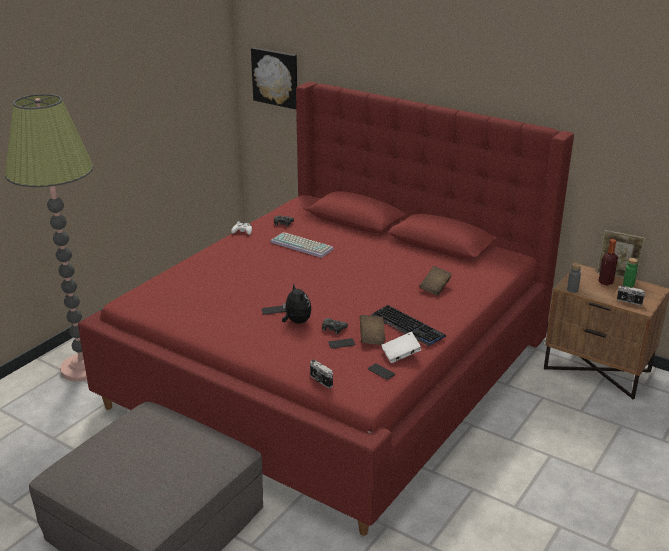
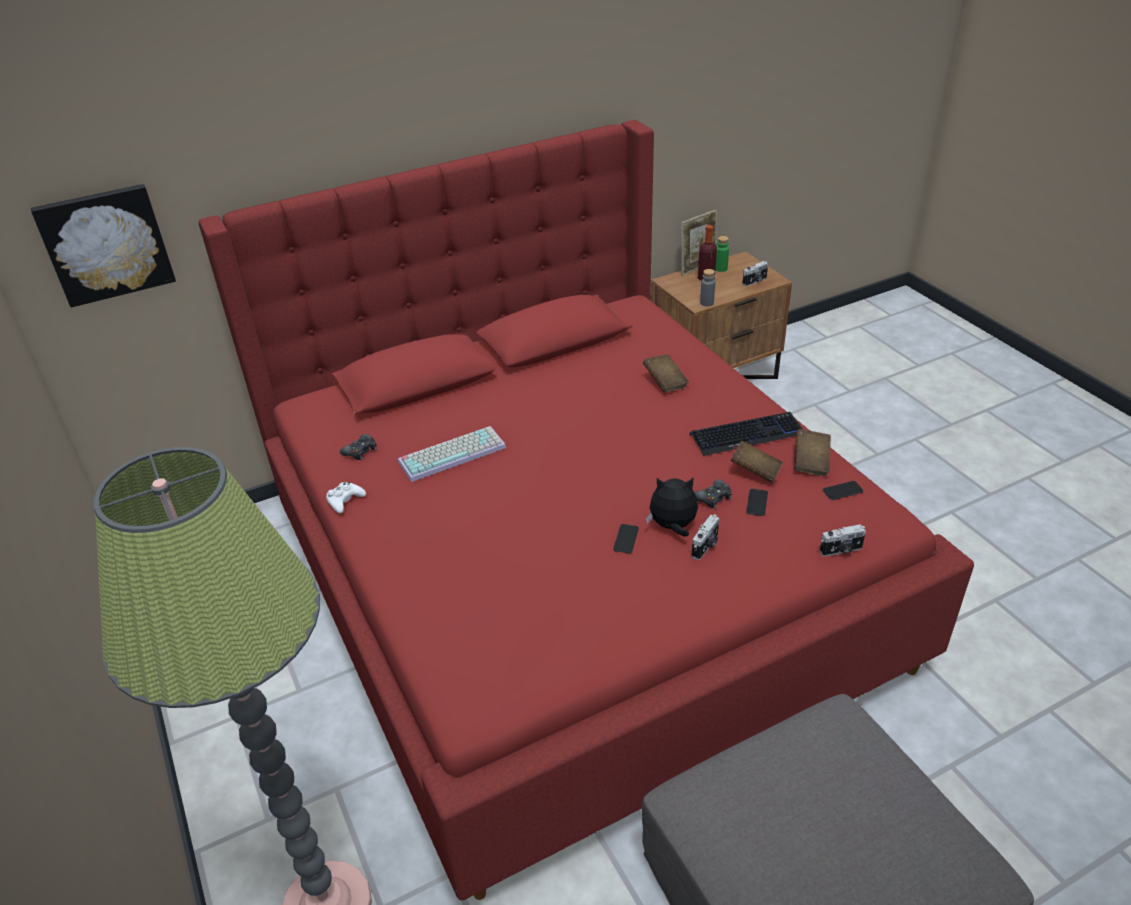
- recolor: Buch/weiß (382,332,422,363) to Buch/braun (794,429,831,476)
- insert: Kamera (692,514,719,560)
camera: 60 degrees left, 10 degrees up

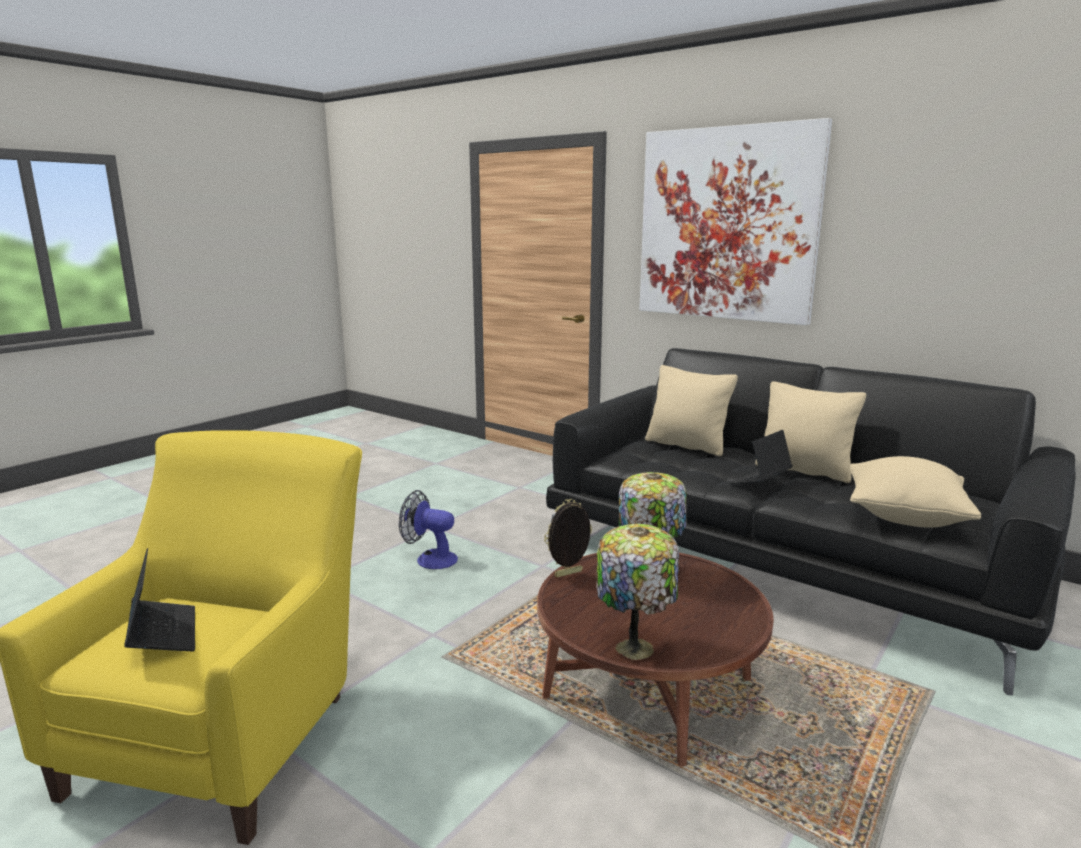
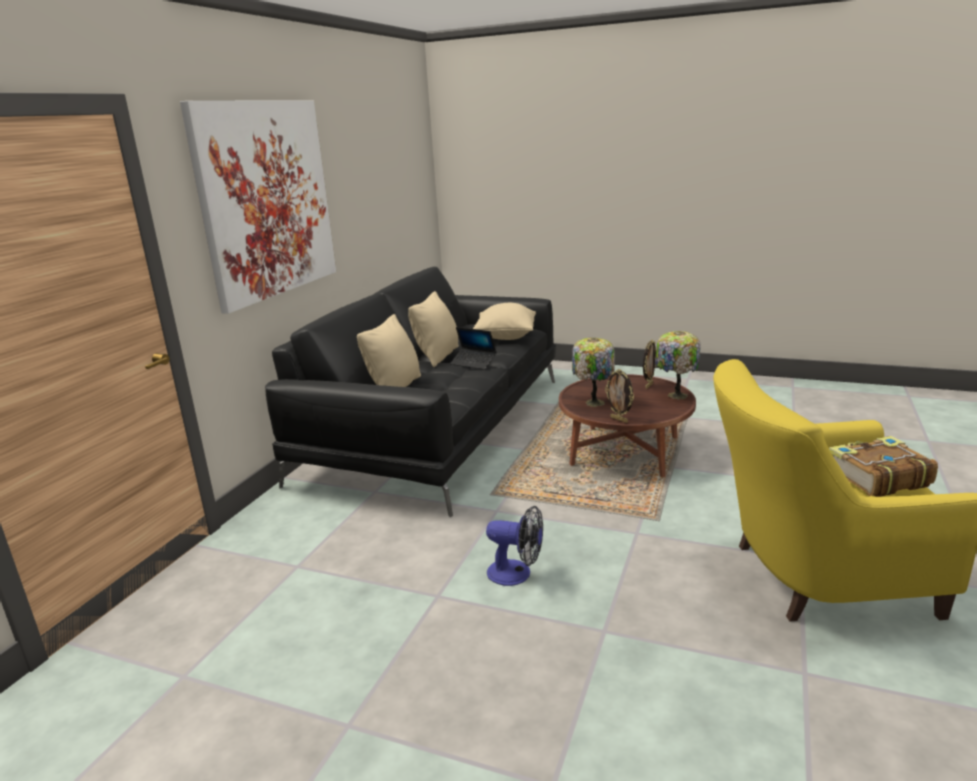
- rotate: Ventilator (399,490,458,569) = (486,506,543,586) 75 degrees counterclockwise
- replace: Laptop (124,548,195,651) to Buch (829,436,938,497)
- insert: Bilderrahmen (643,340,656,389)
camera: 105 degrees left, 5 degrees up

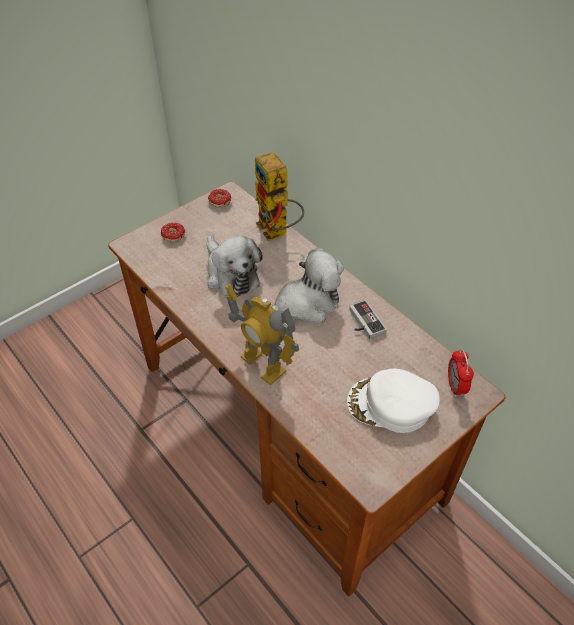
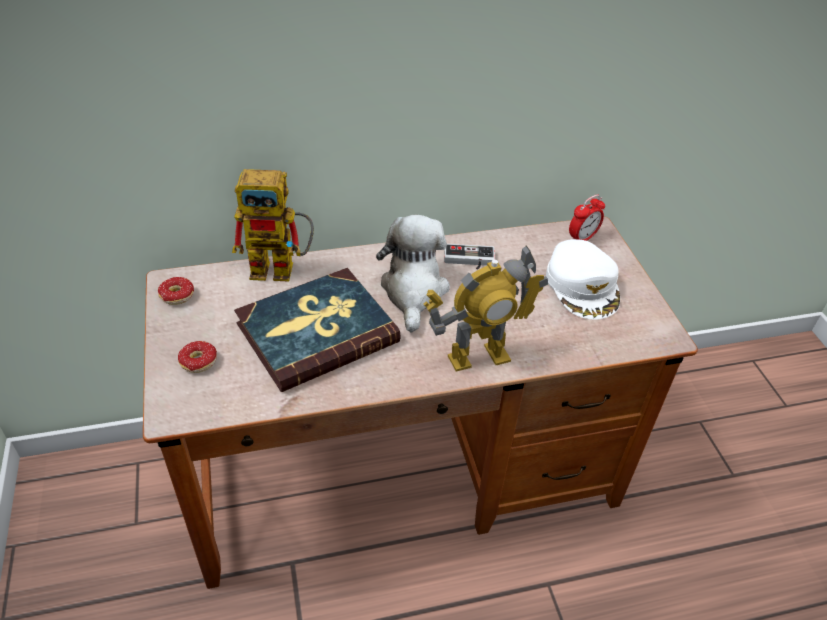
- replace: Plüschtier (206,235,263,297) to Buch (234,268,401,392)
- rotate: Wecker (448,349,474,397) = (569,195,605,241) 60 degrees counterclockwise
- rotate: Kappe/weiß (347,369,439,433) = (546,239,620,319) 45 degrees counterclockwise
camera: 65 degrees left, 5 degrees down

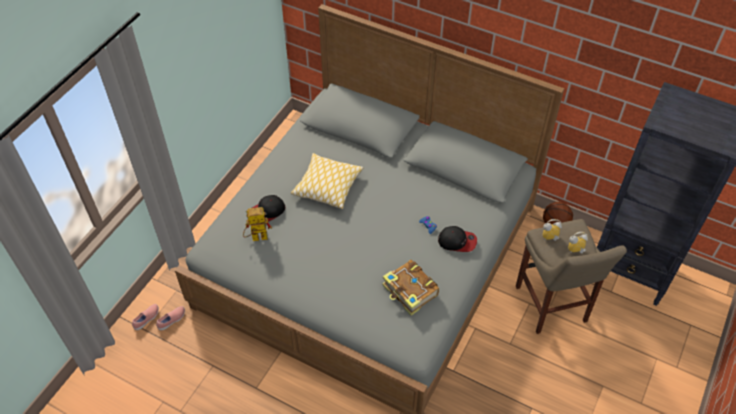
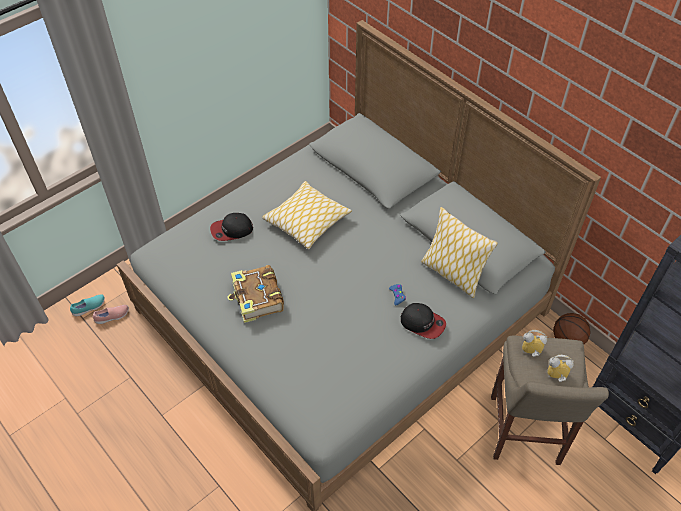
- delete: Spielzeugroboter (243,207,272,241)
- move: Buch (383,260,439,315) to (228,265,284,323)
- recolor: Schuh/rosa (132,304,159,330) to Schuh/türkis (70,294,105,316)
- insert: Kissen (421,207,498,298)
camera: 20 degrees right, 0 degrees up

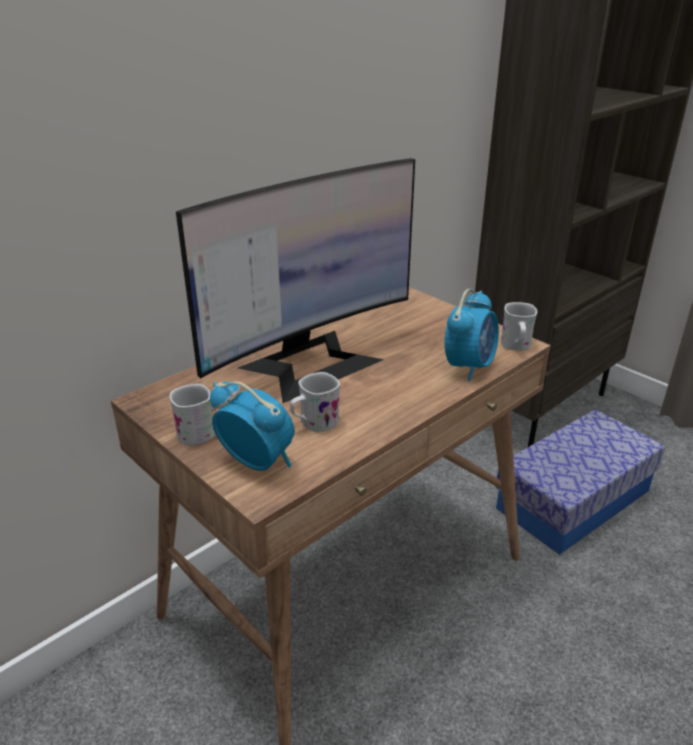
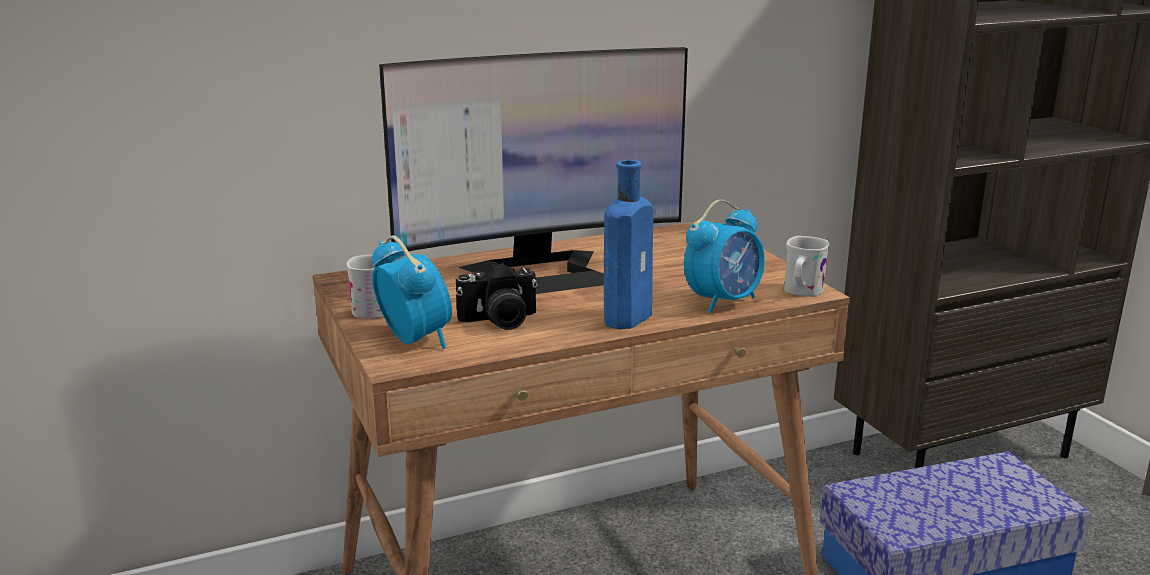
- replace: Henkelbecher/weiß (290,372,340,432) to Kamera (456,263,538,330)
- insert: Flasche/blau (604,160,653,329)
camera: 20 degrees right, 10 degrees down

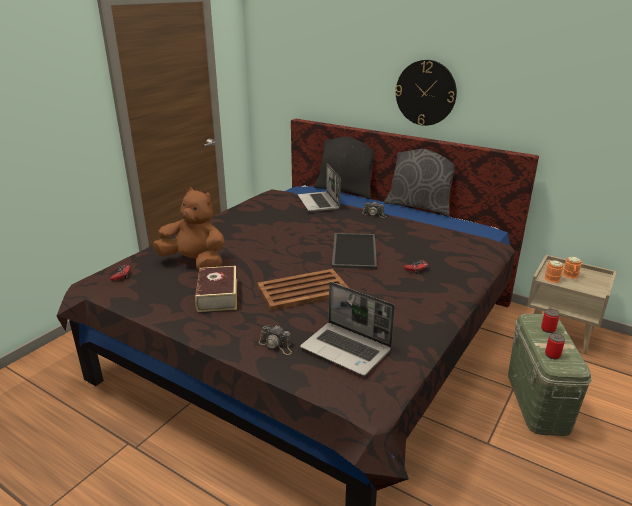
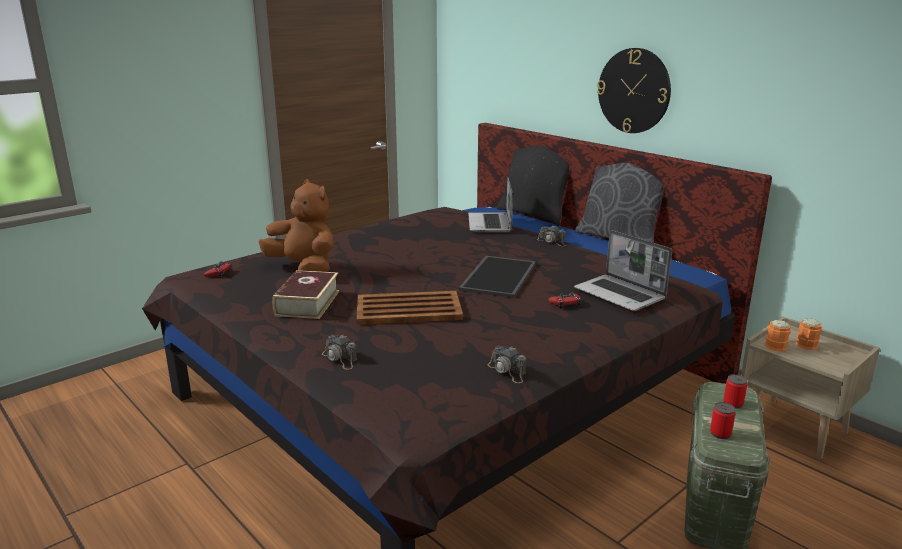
- move: Laptop (300,282,395,376) to (574,230,672,311)
- insert: Kamera (488,346,526,383)
camera: 15 degrees right, 5 degrees down

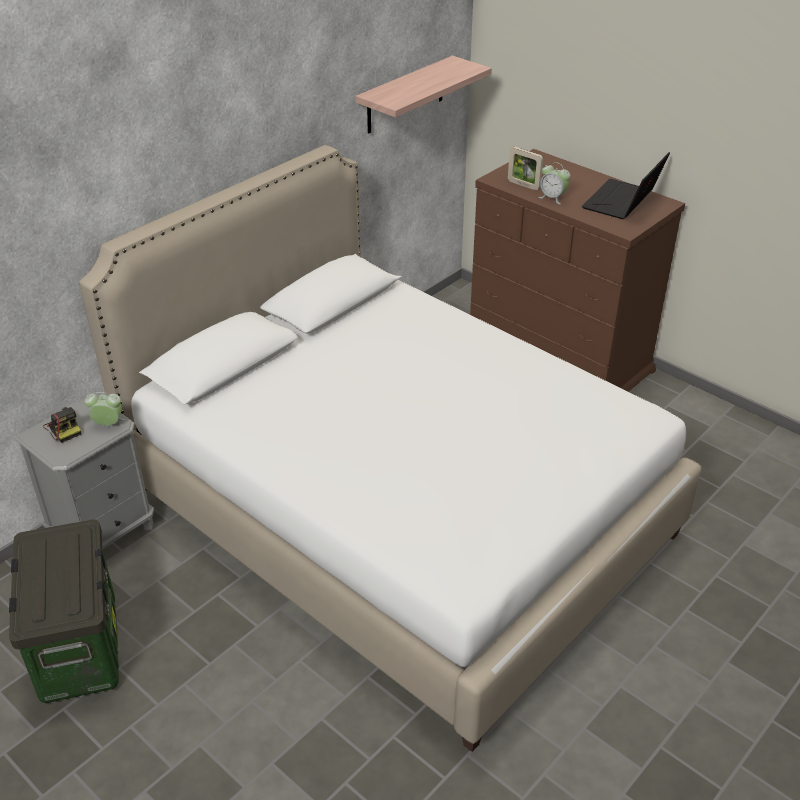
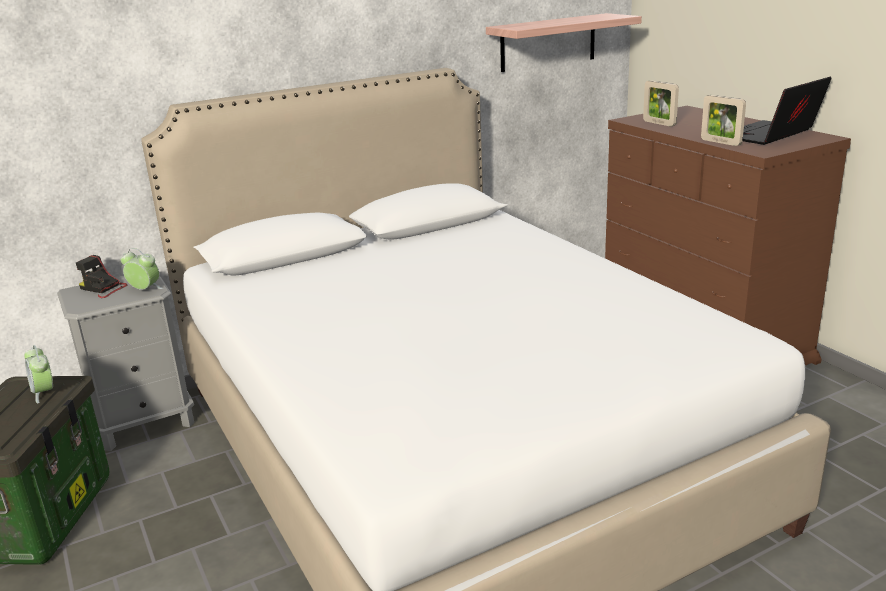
- move: Wecker (539,162,570,204) to (25,345,53,404)
- rotate: Kamera (43,407,81,443) = (76,255,128,298) 135 degrees clockwise
- insert: Bilderrahmen (701,95,746,146)
camera: 20 degrees right, 15 degrees down

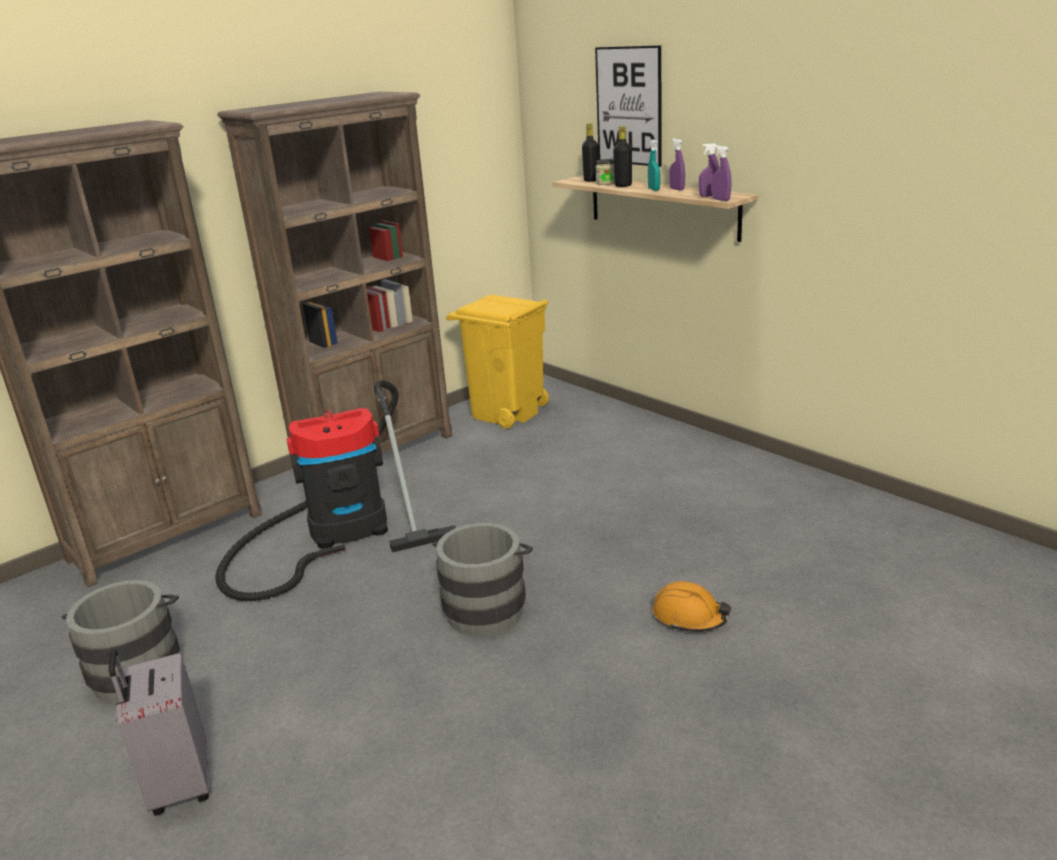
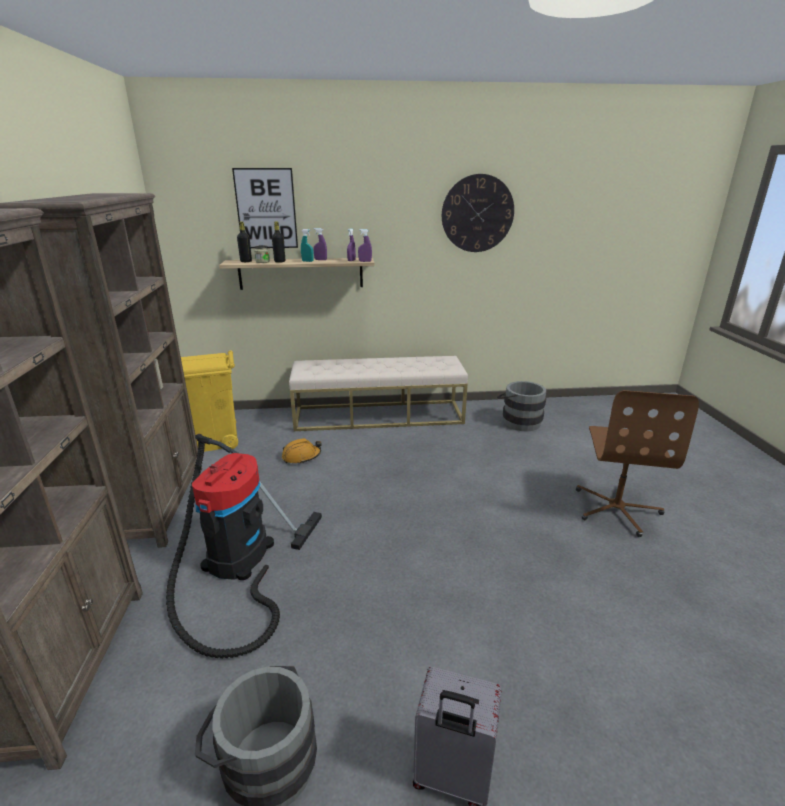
- move: Eimer/grau (432,523,533,636) to (497,381,546,431)
- move: Schutzhelm/orange (653,581,731,632) to (282,438,322,464)
- insert: Wanduhr (442,174,514,252)
- insert: Bank/beige (289,356,468,431)
- insert: Bürostuhl/braun (576,390,699,537)
camera: 55 degrees left, 0 degrees up

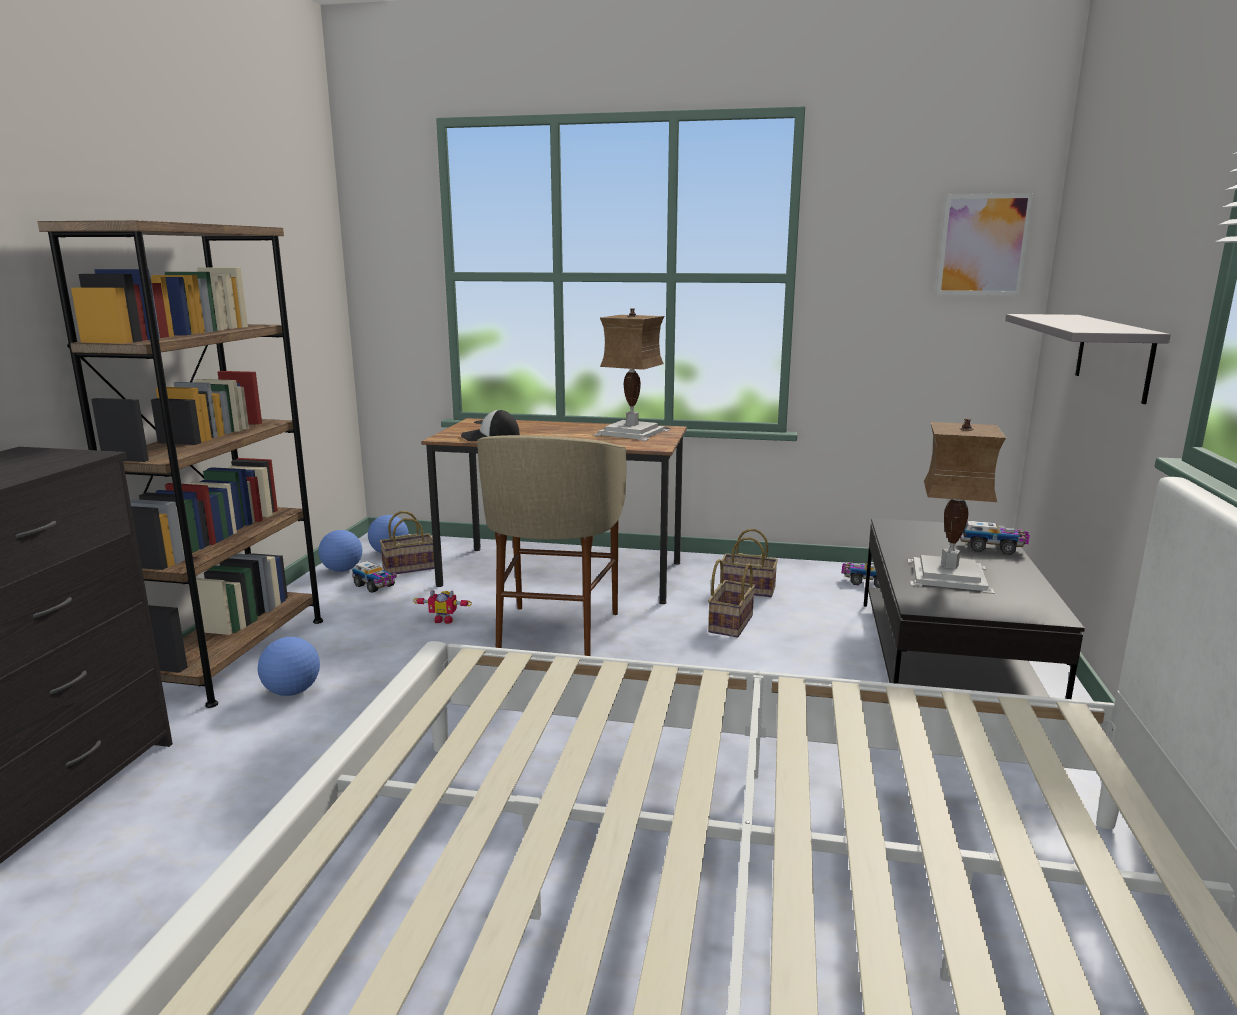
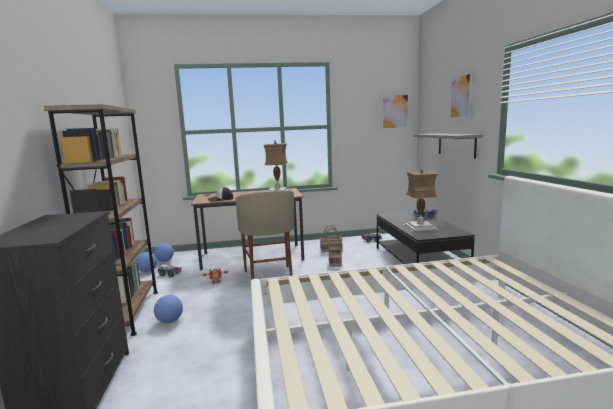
- delete: Korb (380,511,435,575)
- insert: Bild (449,71,472,120)
camera: 20 degrees left, 5 degrees down

